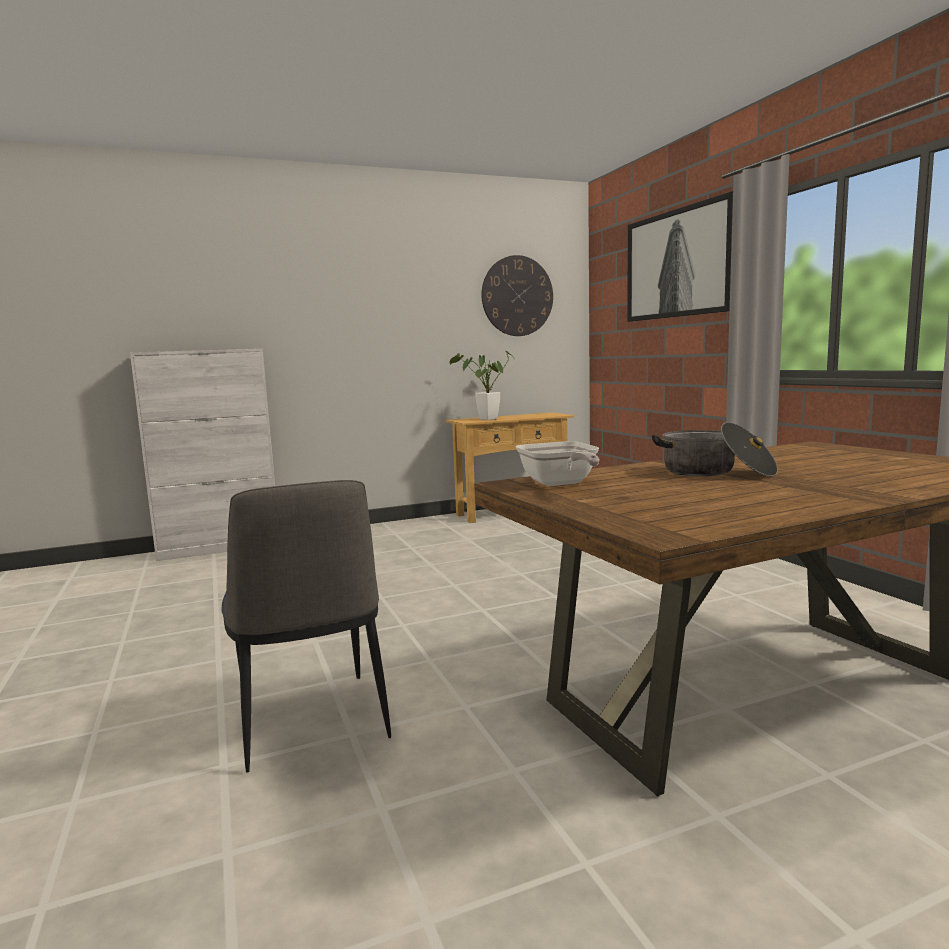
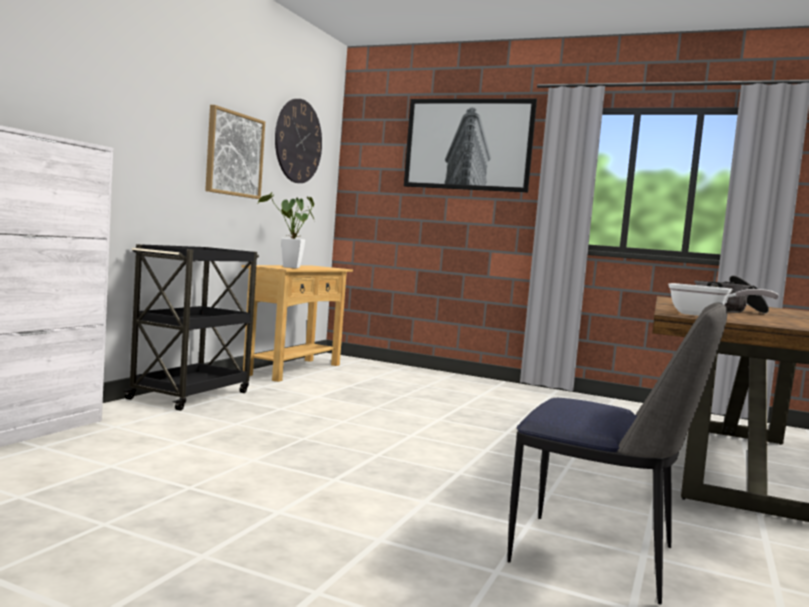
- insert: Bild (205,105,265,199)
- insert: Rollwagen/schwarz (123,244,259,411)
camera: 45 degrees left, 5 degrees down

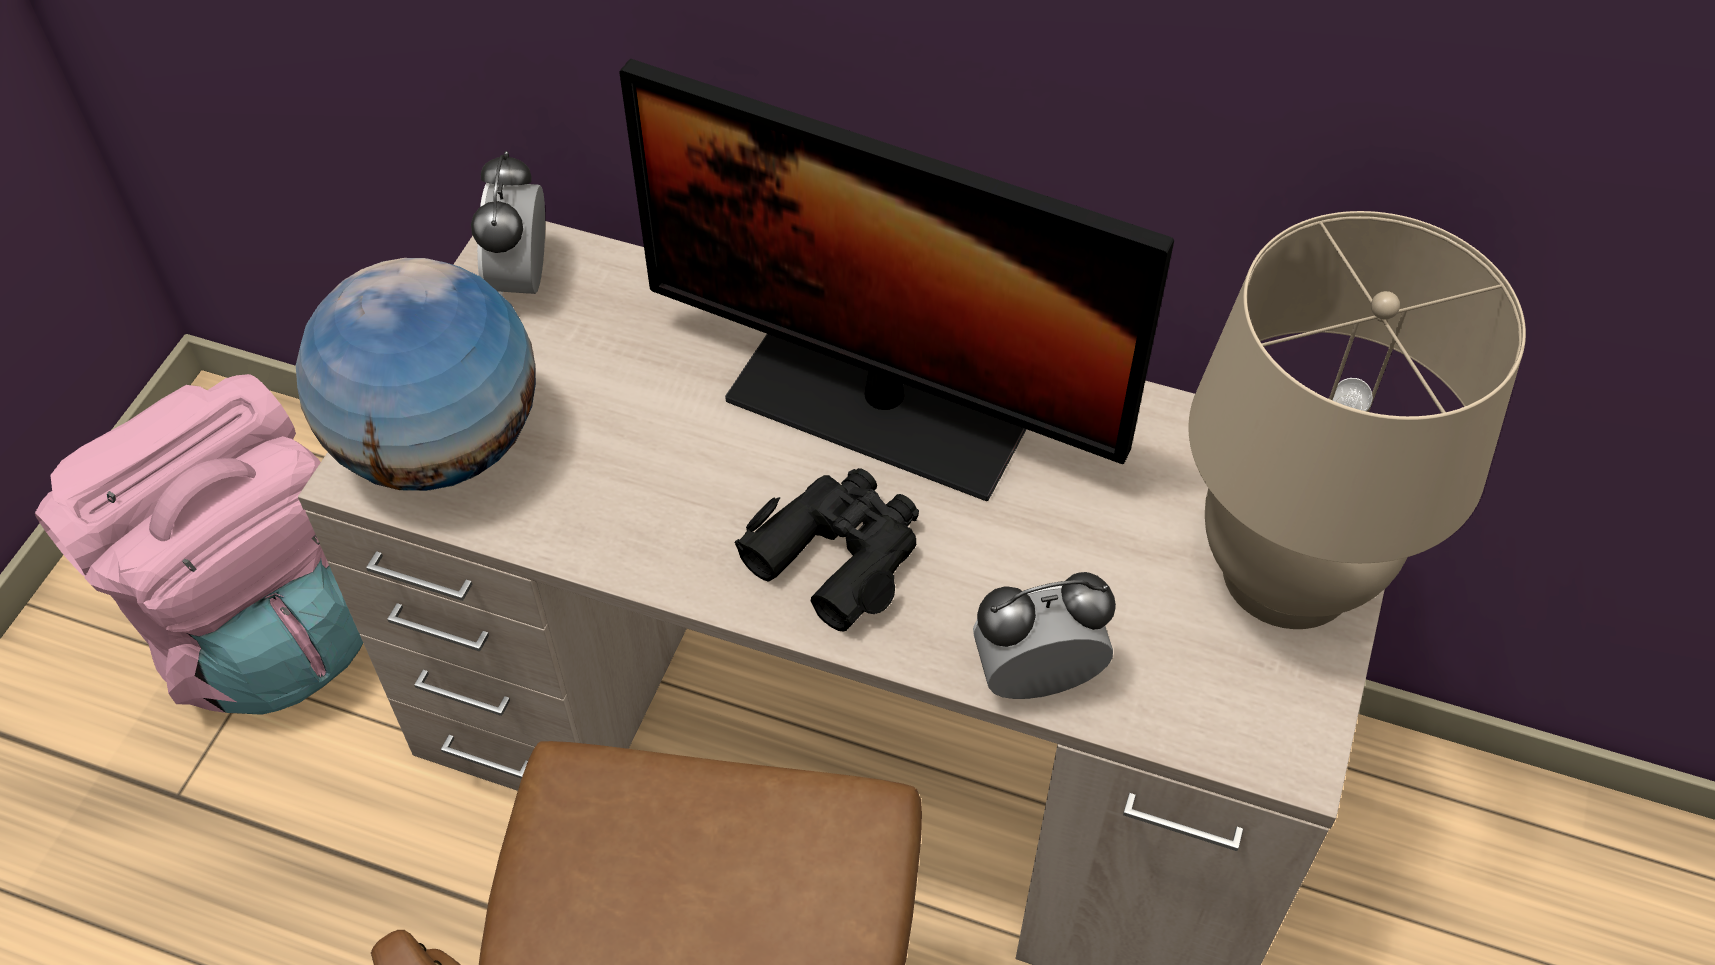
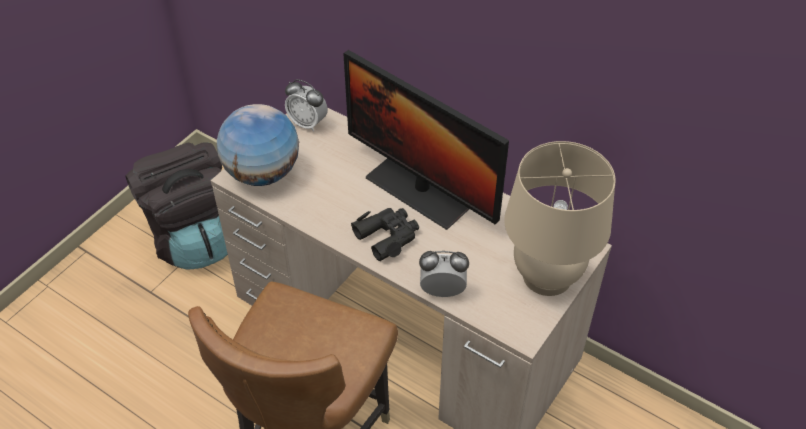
- rotate: Wecker (471,151,545,295) = (285,79,328,132) 75 degrees counterclockwise
- recolor: Rucksack/rosa (35,374,363,715) to Rucksack/schwarz (126,142,228,270)
camera: 15 degrees right, 5 degrees down

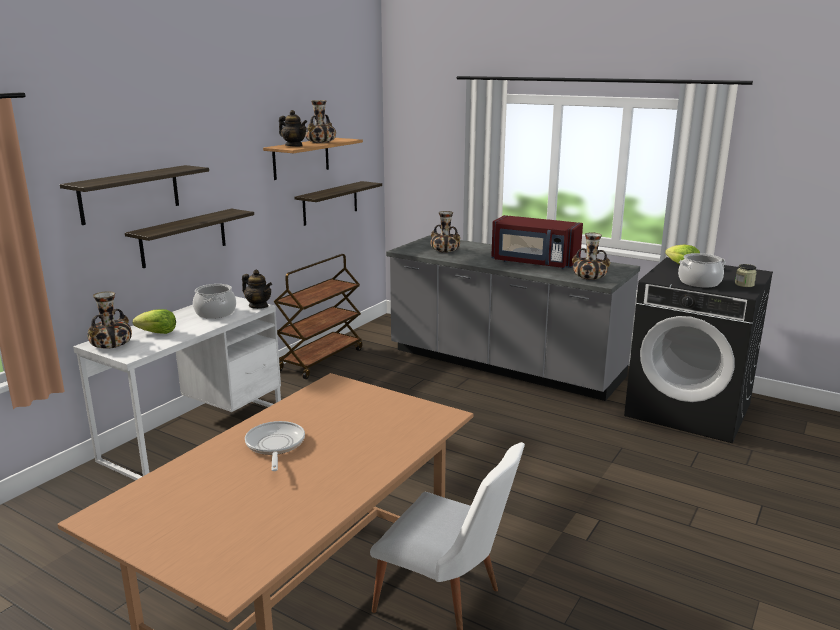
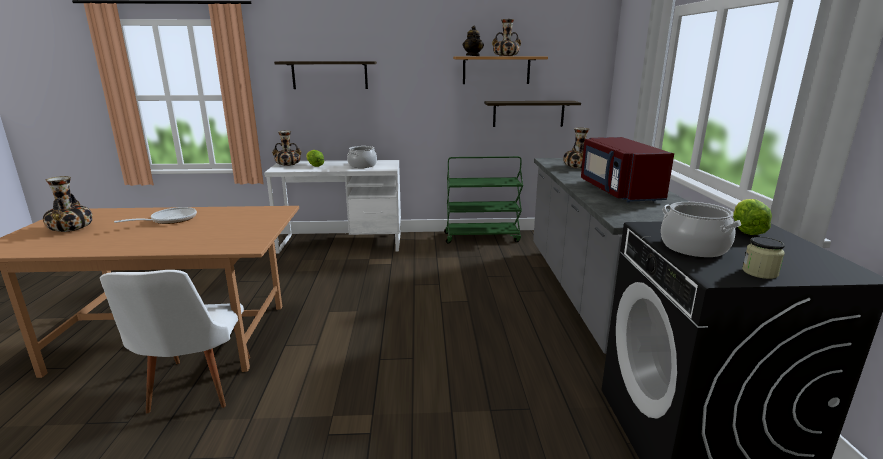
- delete: Wandregal (125,209,254,268)
- move: Vase (572,232,611,280) to (43,176,93,232)
- recolor: Rollwagen/braun (274,254,362,379) to Rollwagen/grün (444,156,523,244)
- delete: Teekanne (242,270,272,309)
camera: 55 degrees right, 0 degrees up

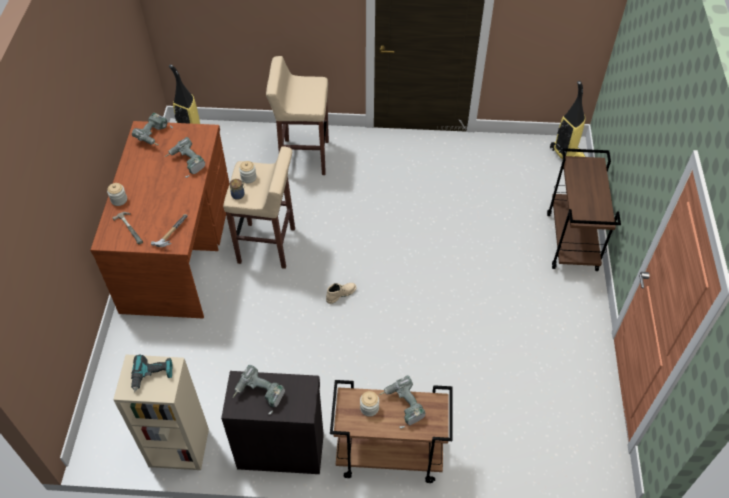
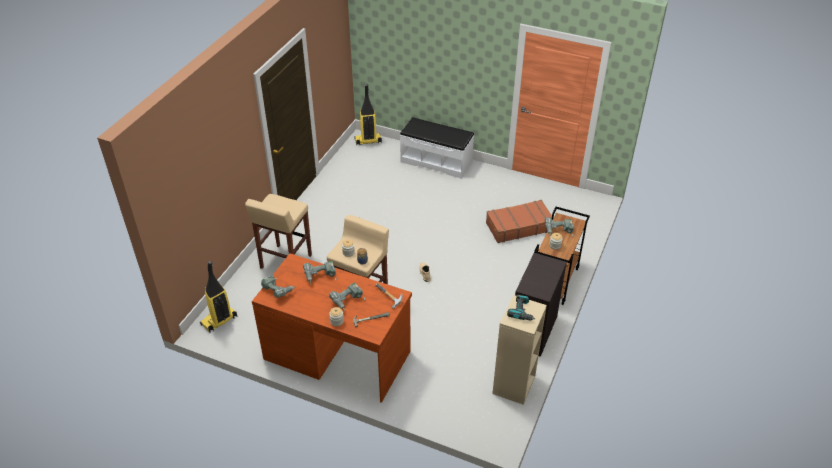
- replace: Rollwagen/braun (547,148,621,271) to Bank/weiß (400,117,474,179)
- move: Bohrmaschine (233,365,285,415) to (329,283,365,311)
- insert: Koffer/braun (486,200,552,243)
camera: 70 degrees left, 10 degrees down

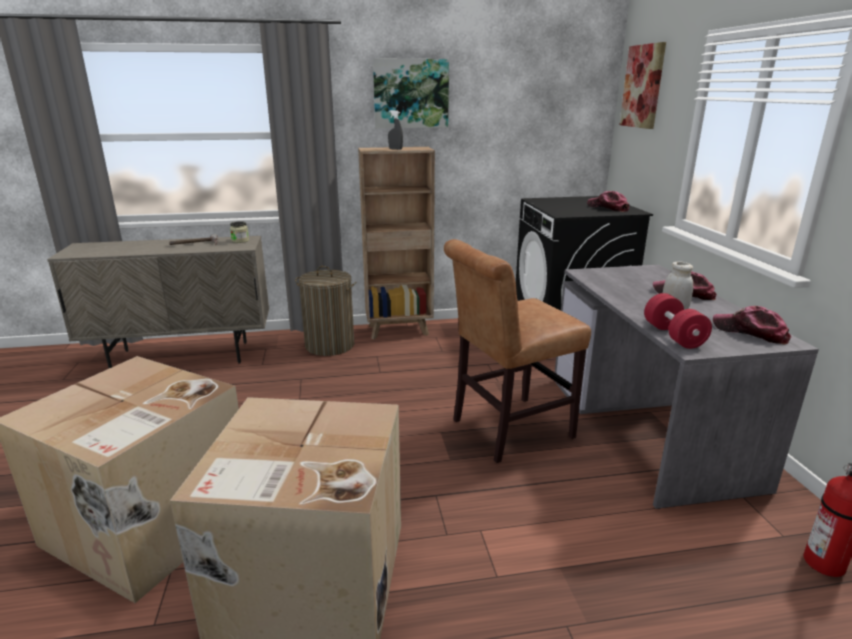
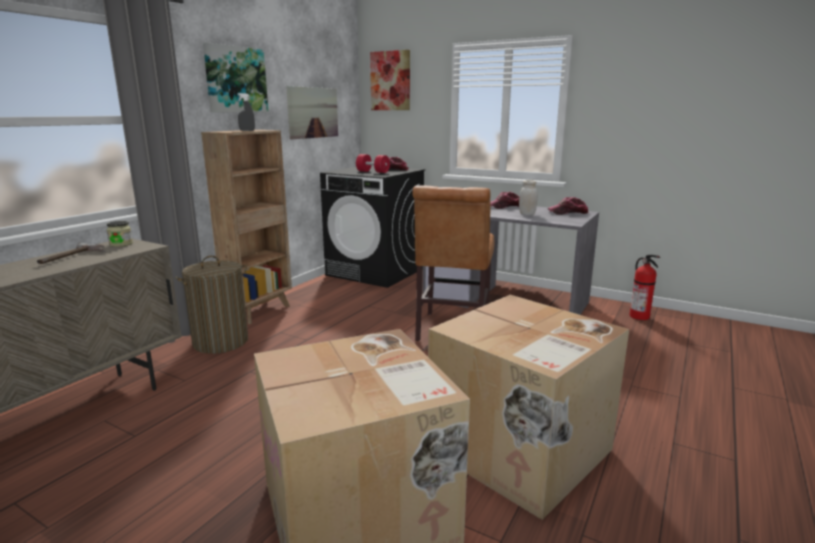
- move: Hantel/rot (644,293,712,349) to (356,154,390,173)
- insert: Bild (286,86,338,139)
camera: 50 degrees left, 5 degrees down

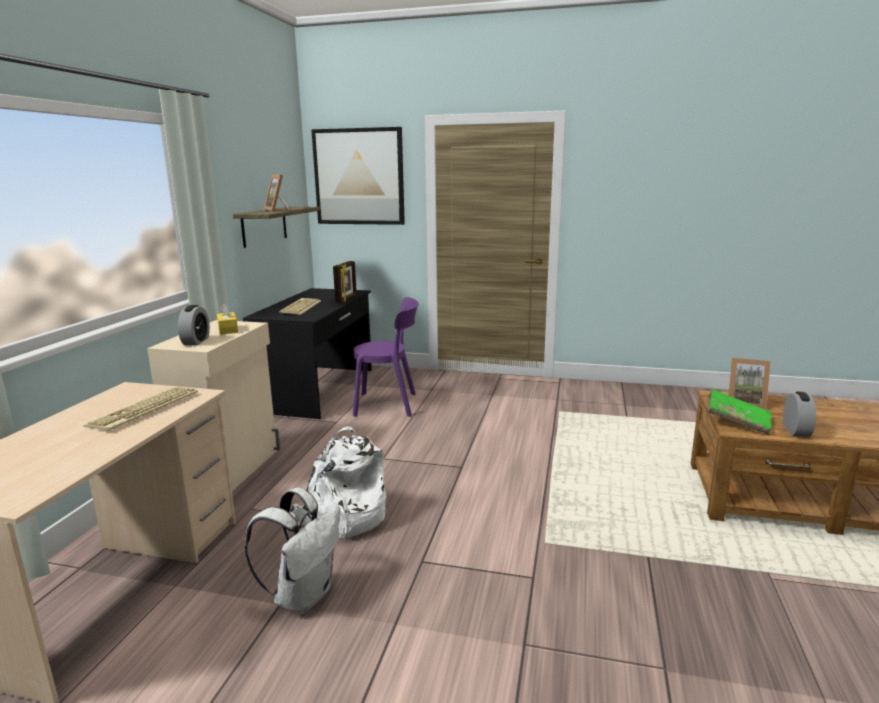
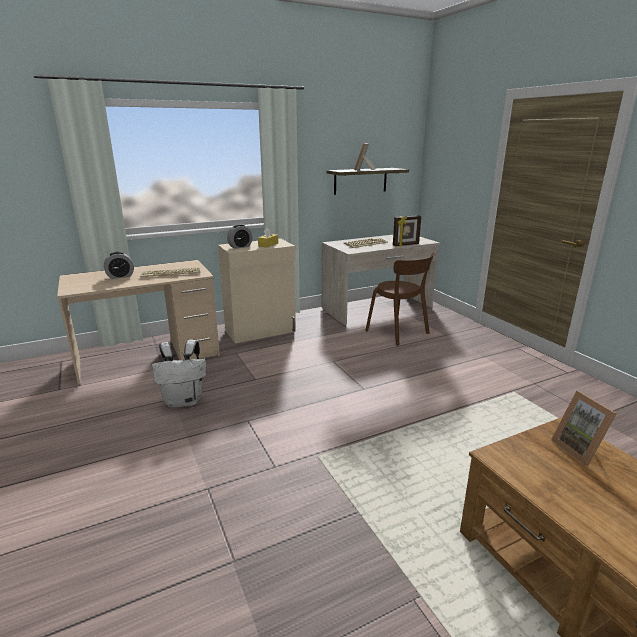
- delete: Bild (311,127,405,225)
- recolor: Schreibtisch/schwarz (243,288,372,419) to Schreibtisch/beige (322,235,440,325)
- recolor: Stuhl/lila (353,297,419,417) to Stuhl/braun (365,252,436,346)
- delete: Buch/grün (707,389,772,435)
- move: Wecker (783,391,816,438) to (104,252,134,279)
- delete: Rucksack/weiß (290,426,387,539)
camera: 50 degrees right, 5 degrees up

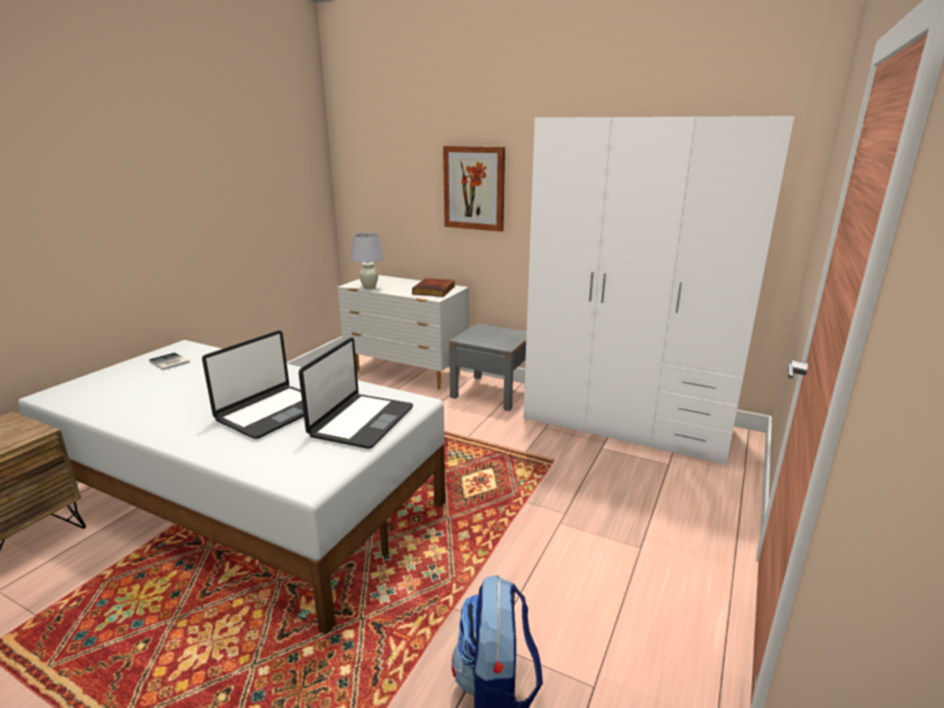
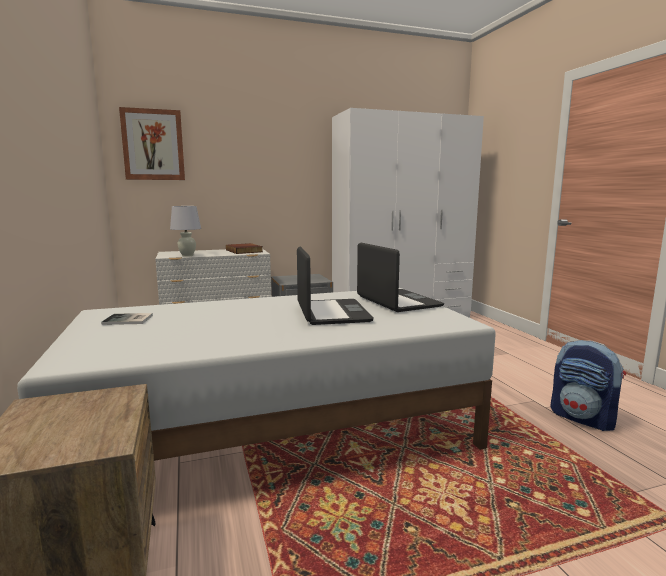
- move: Bild (443,146,505,232) to (119,107,185,180)
camera: 45 degrees left, 10 degrees down

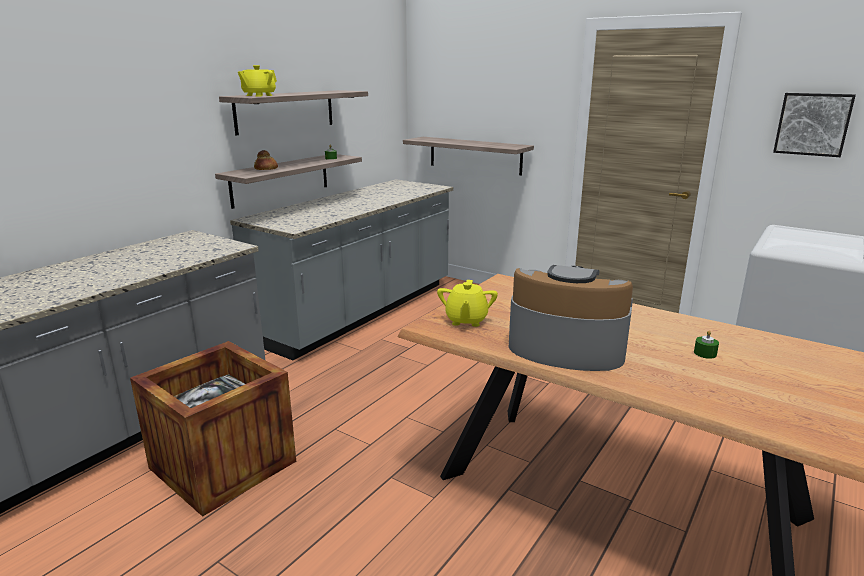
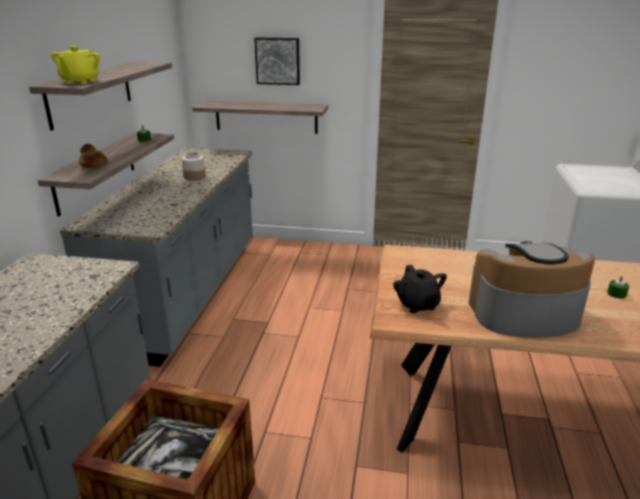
- move: Bild (773,93,856,157) to (254,38,300,85)
- recolor: Teekanne/gelb (437,280,498,327) to Teekanne/schwarz (393,265,447,313)
- insert: Vorratsglas (182,152,206,180)
camera: 25 degrees left, 5 degrees up

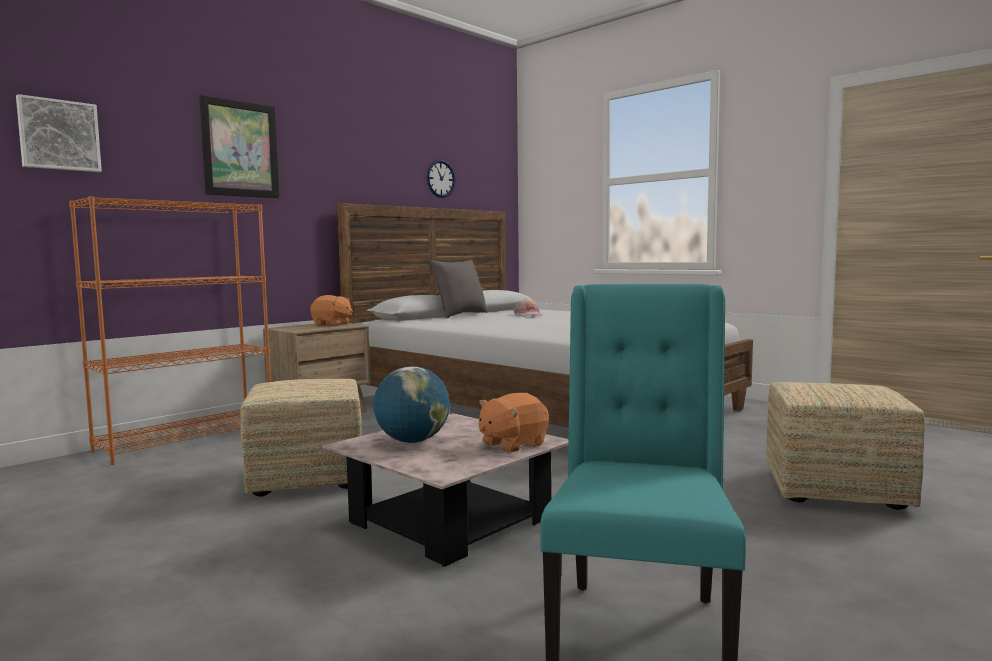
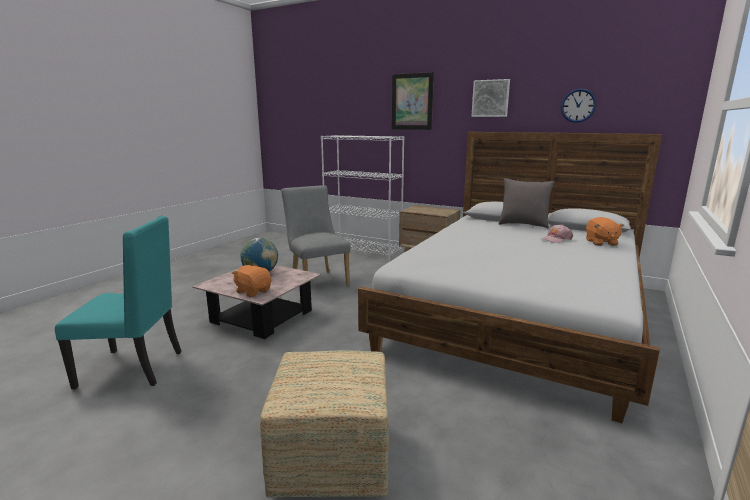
- move: Bild (16,94,102,172) to (471,79,510,117)
- recolor: Bücherregal/orange (69,196,271,465) to Bücherregal/weiß (321,135,405,260)
- move: Plüschtier/orange (310,295,353,326) to (586,217,624,246)
- replace: Polsterhocker (240,379,362,496) to Stuhl/grau (281,185,351,286)
camera: 75 degrees right, 10 degrees up

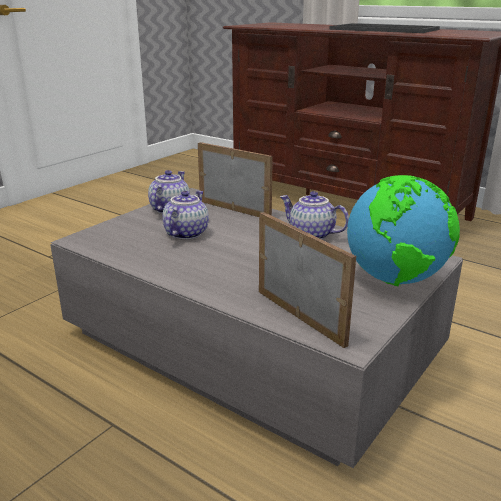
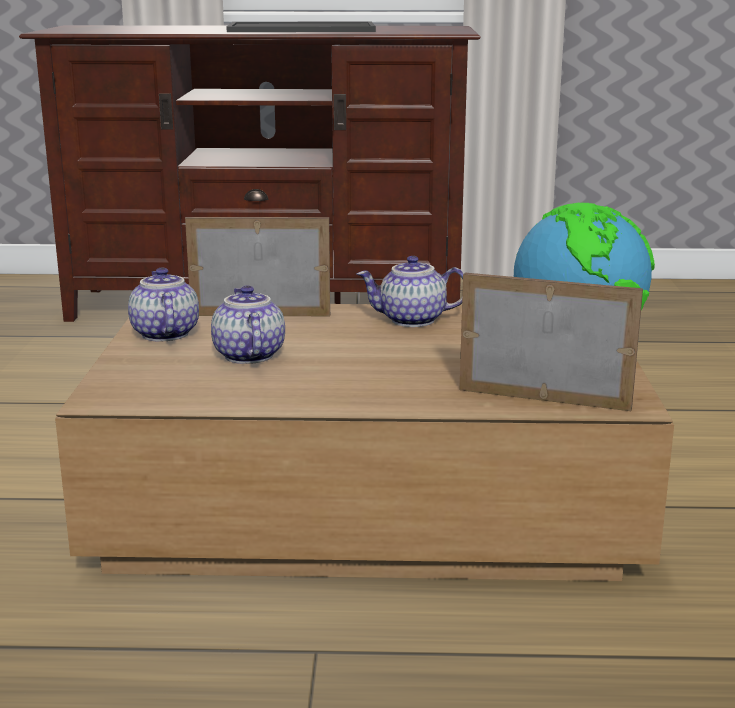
- recolor: Couchtisch/grau (50,188,463,468) to Couchtisch/braun (55,304,674,581)
camera: 35 degrees left, 5 degrees down

